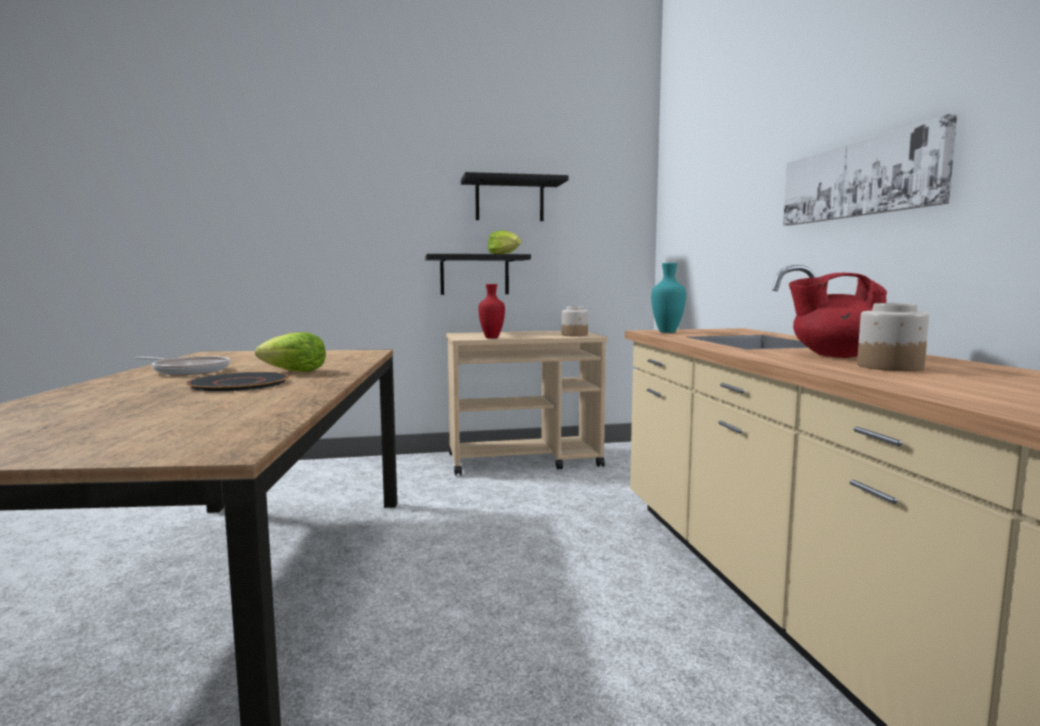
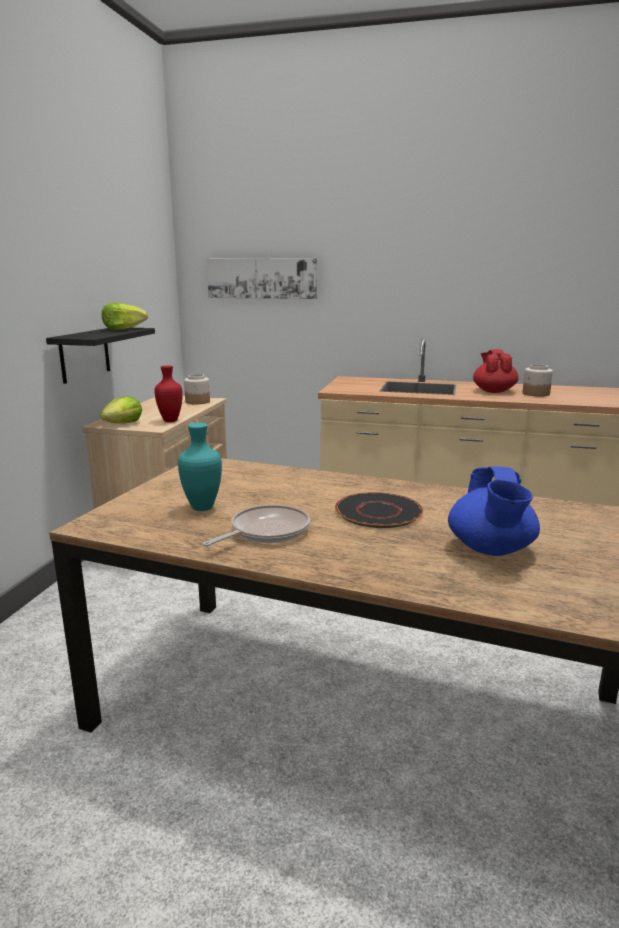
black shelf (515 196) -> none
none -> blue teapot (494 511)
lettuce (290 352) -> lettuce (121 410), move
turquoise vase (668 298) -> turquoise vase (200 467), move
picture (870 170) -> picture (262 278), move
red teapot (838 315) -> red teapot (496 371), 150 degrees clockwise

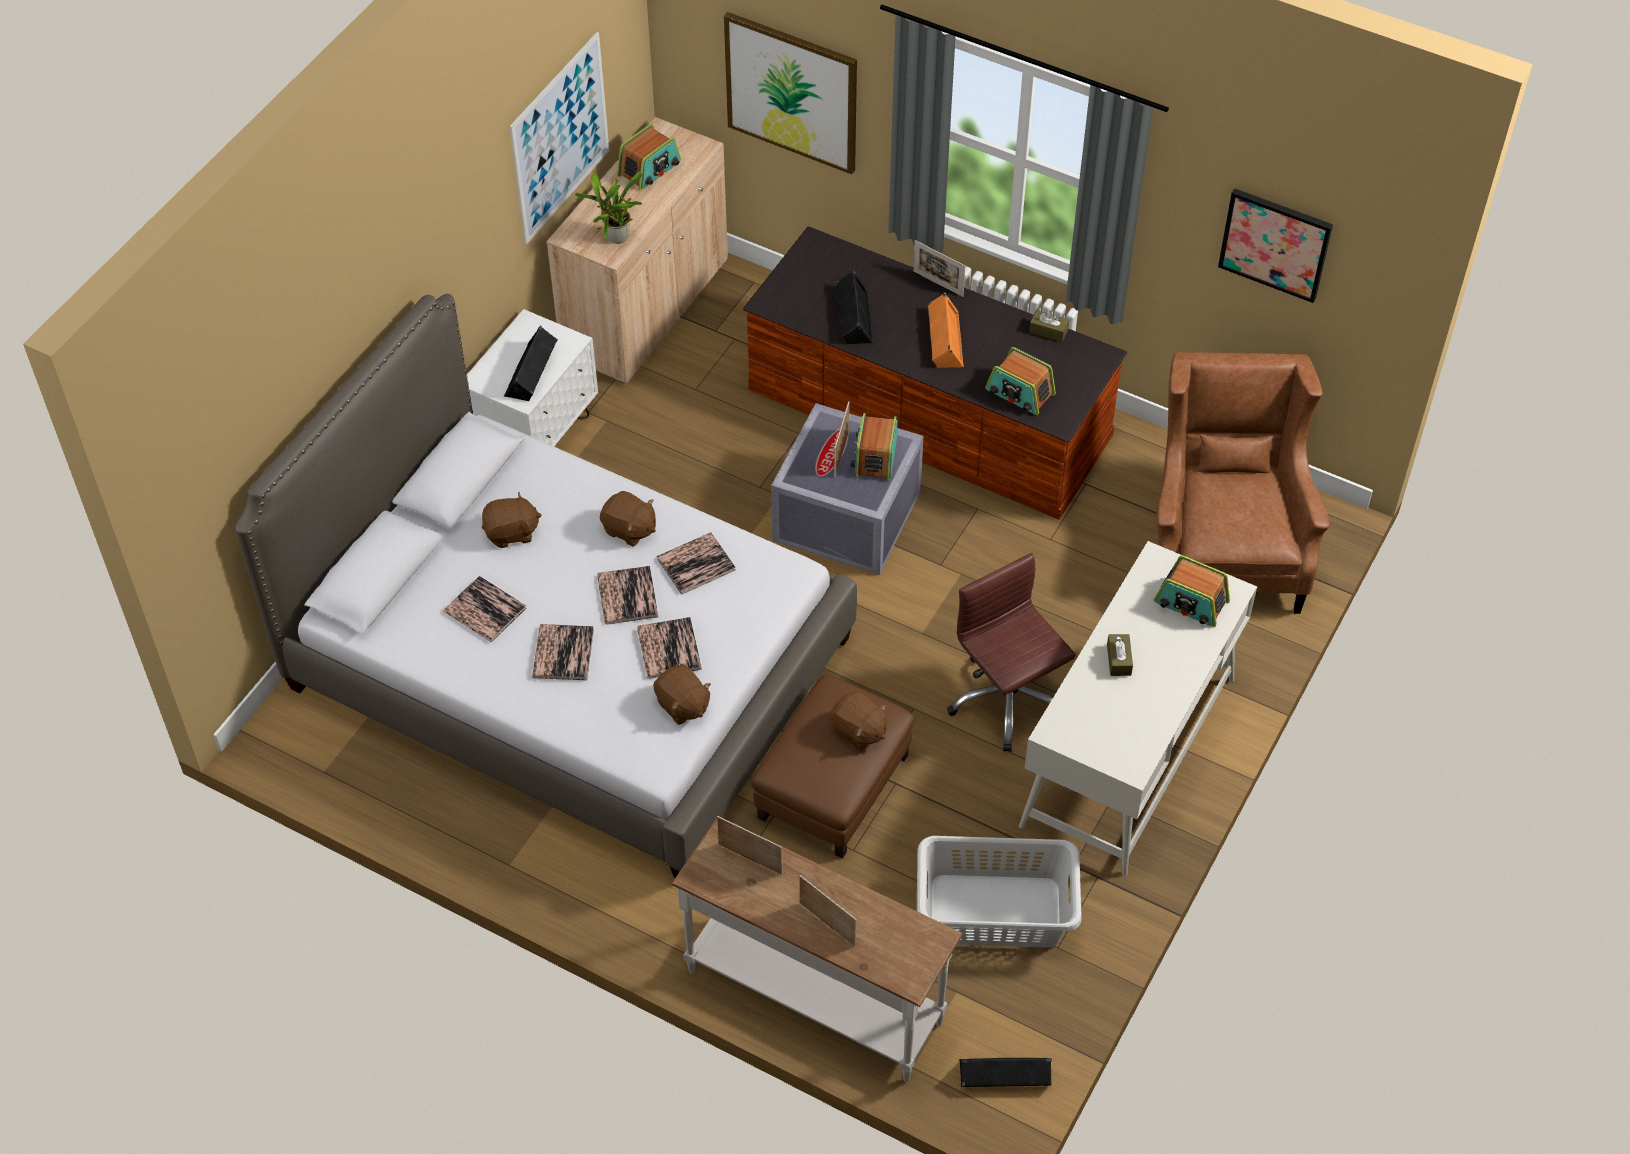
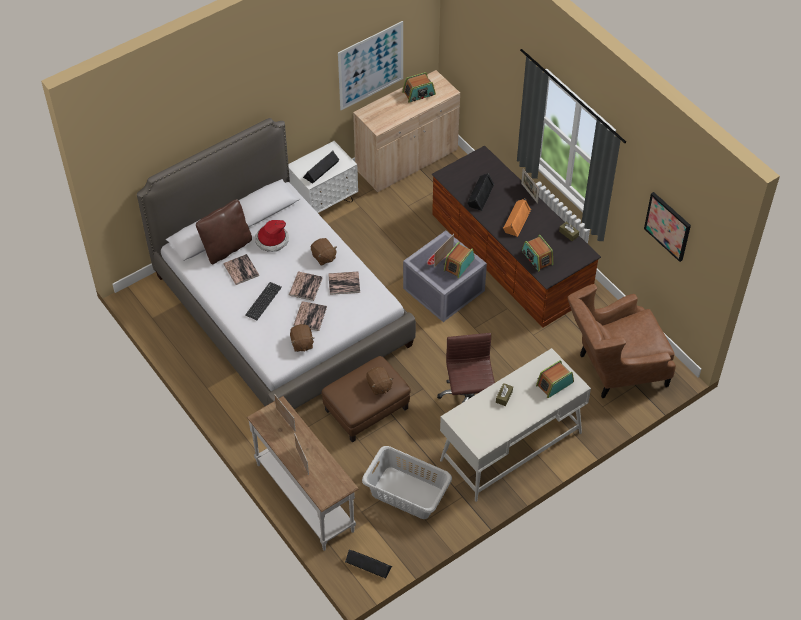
potted plant (609 207) -> none
picture (790 93) -> none
none -> brown pillow (224 232)
brown plush toy (511 519) -> hat (272 236)
book (563 652) -> keyboard (263 301)
radio (1192 591) -> radio (555 379), 90 degrees clockwise
brown armchair (1243 483) -> brown armchair (622 341), 135 degrees counterclockwise

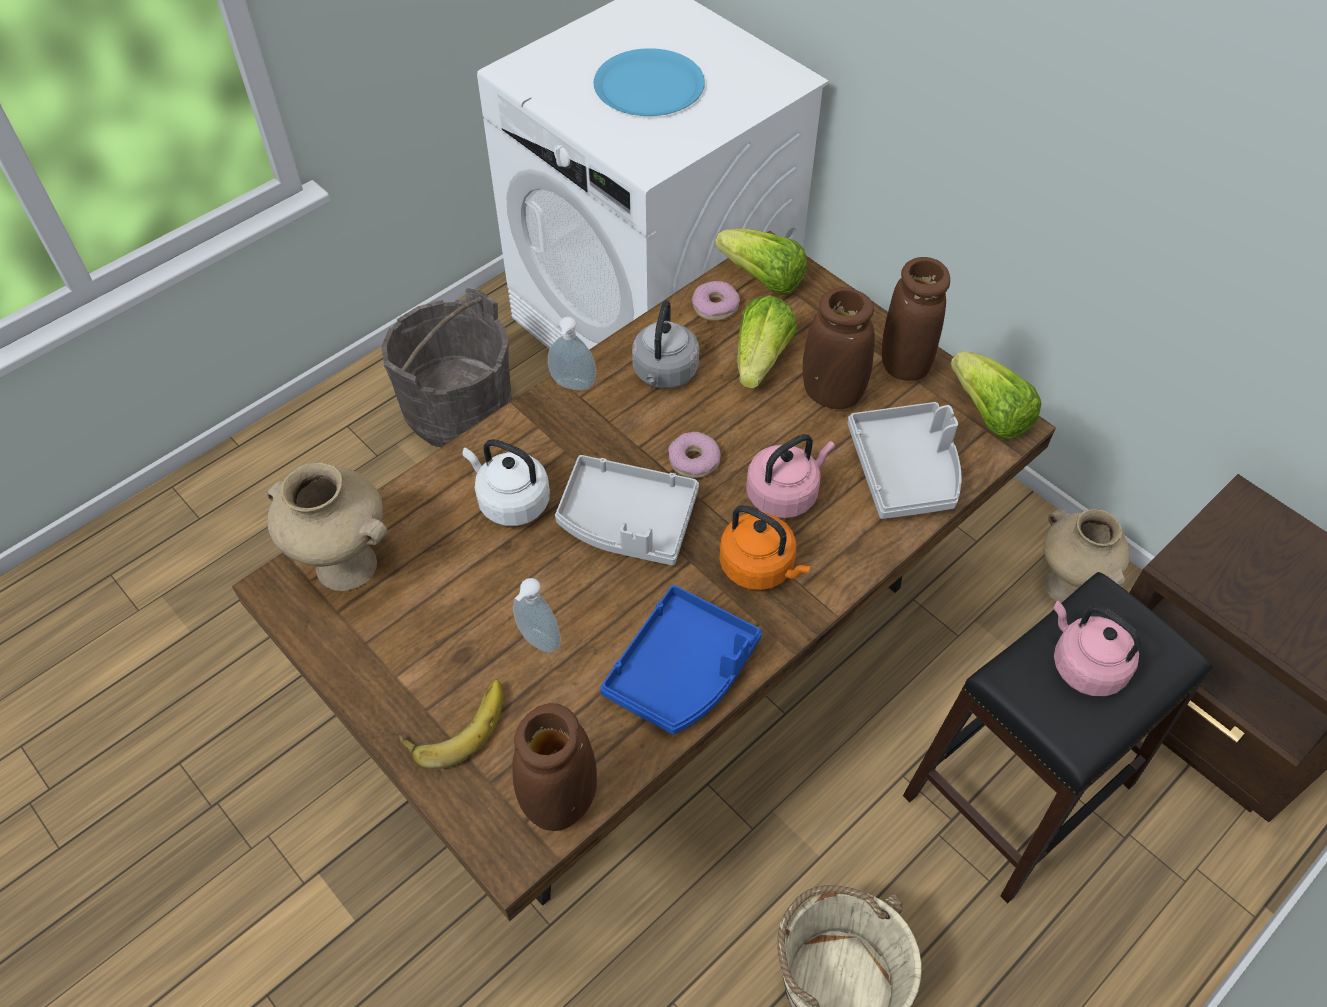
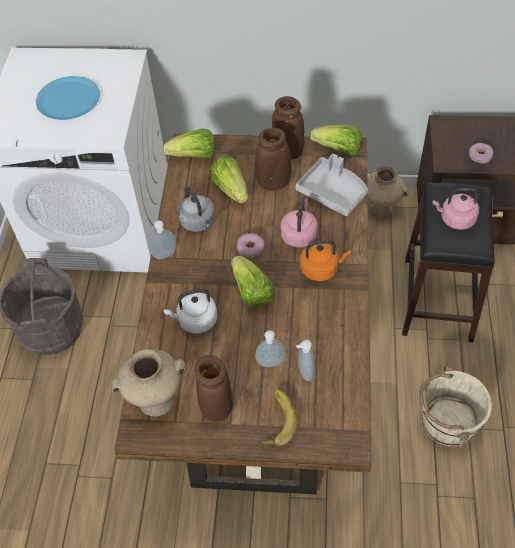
blue tray (681 660) -> none
none -> soap dispenser (305 360)
brown vase (554 767) -> brown vase (214 388), move
donut (716 301) -> donut (481 153), move
grey tray (627 510) -> lettuce (253 281)

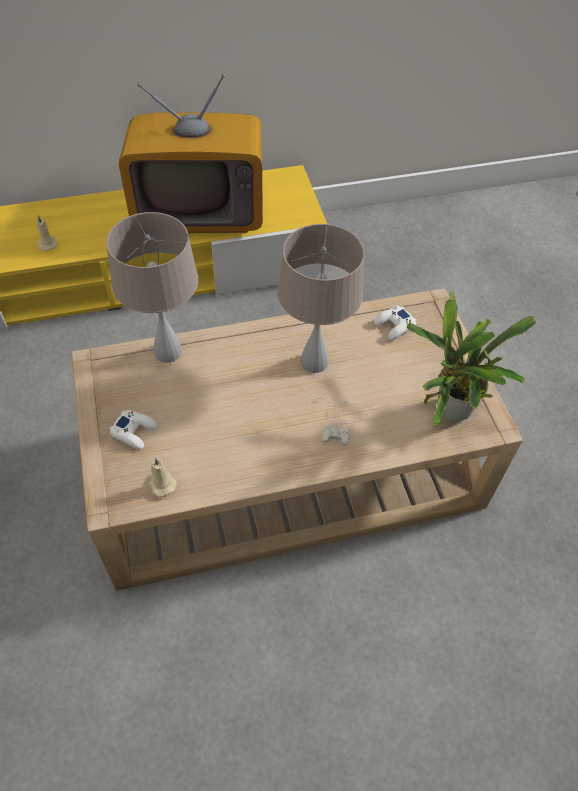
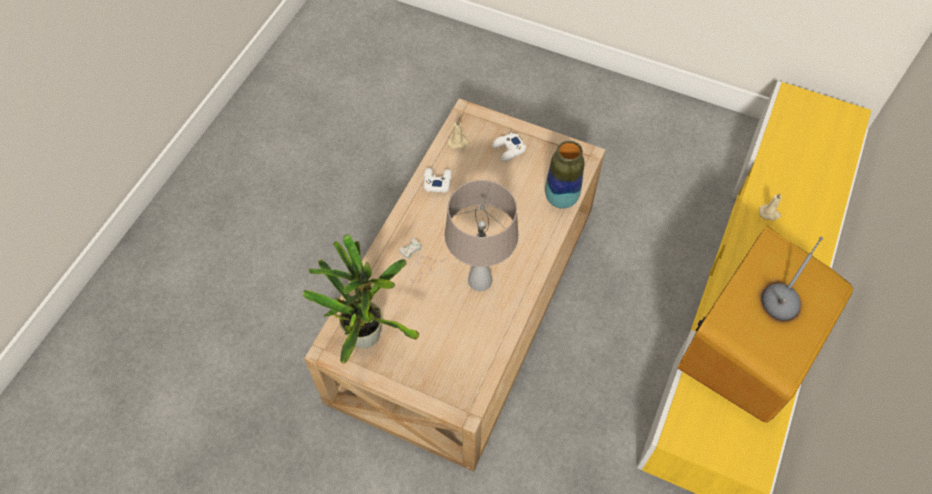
white game controller (395 322) -> white game controller (438 180), move
beige table lamp (152 287) -> vase (564 174)

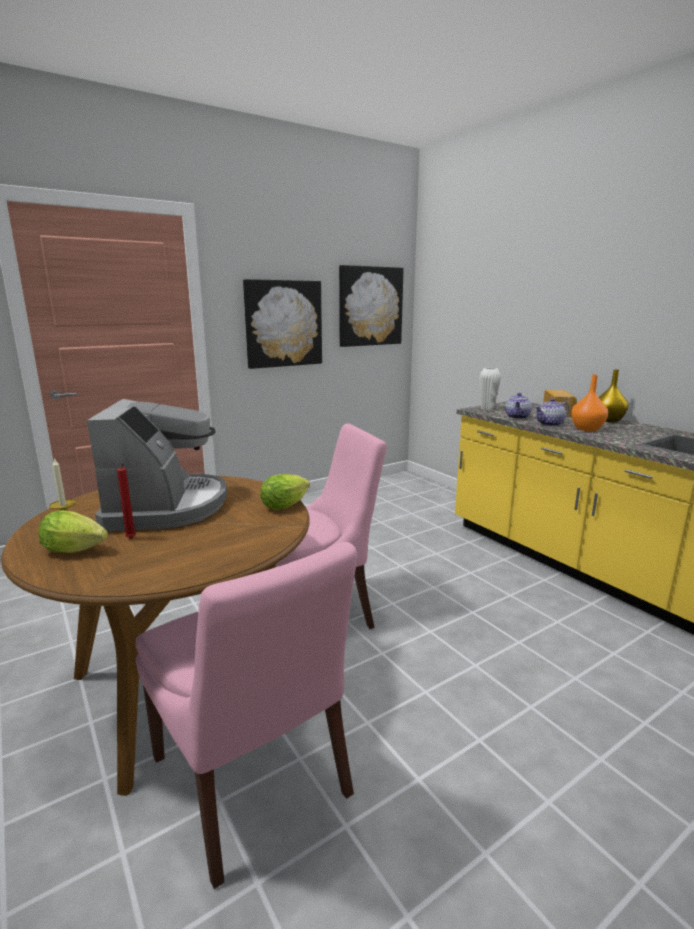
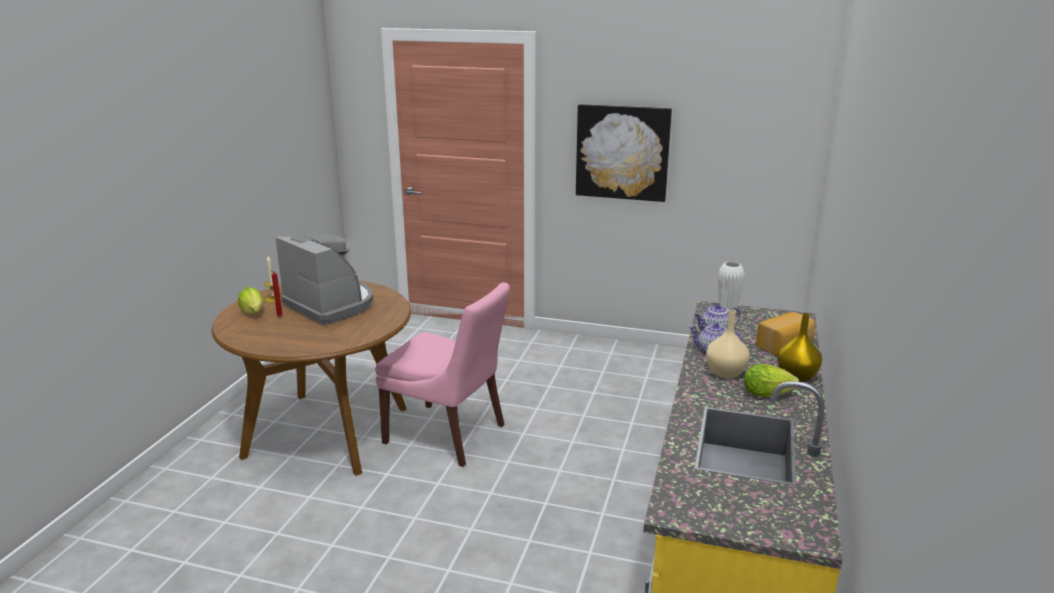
pink chair (246 715) -> none
picture (371 306) -> none
lettuce (285 492) -> lettuce (771 380), move
orange vase (589 403) -> beige vase (728 344)
coffee machine (157 465) -> coffee machine (324 280), 90 degrees counterclockwise

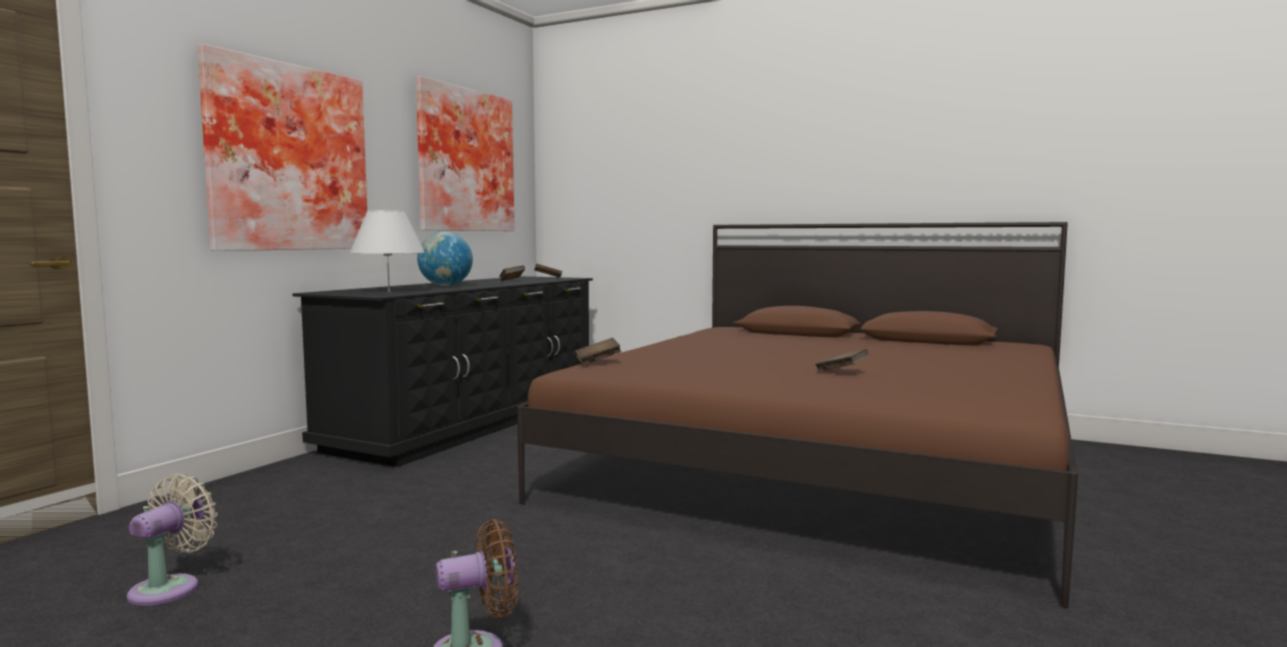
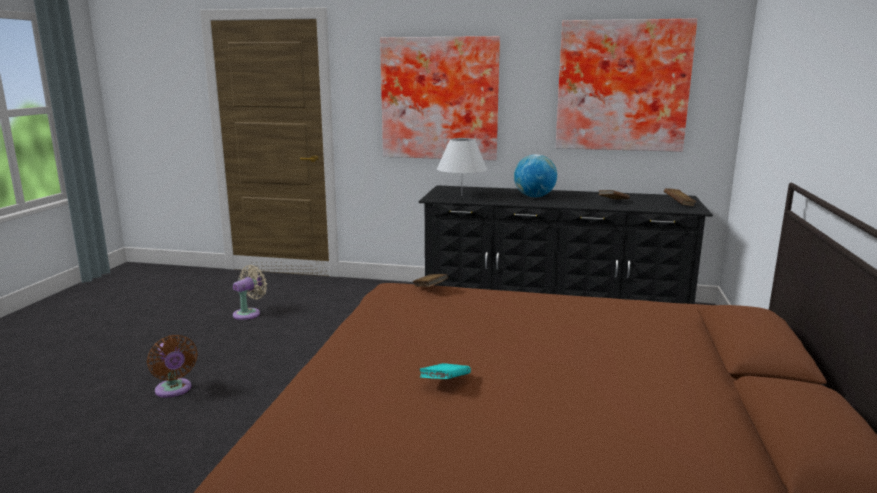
brown book (841 360) -> turquoise book (445 371)
beige fan (172 540) -> beige fan (250 292), 60 degrees counterclockwise

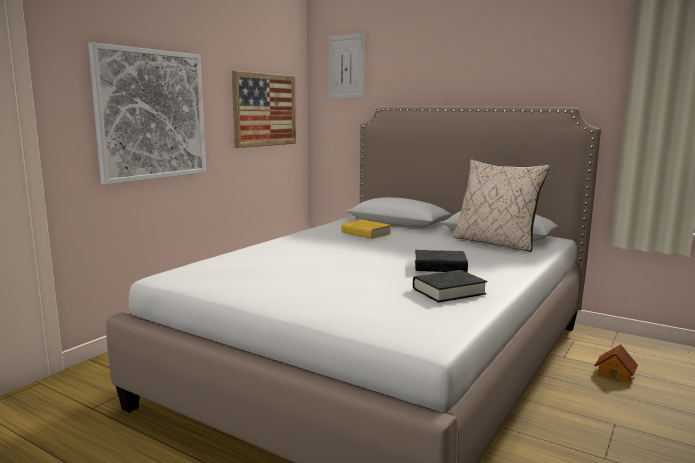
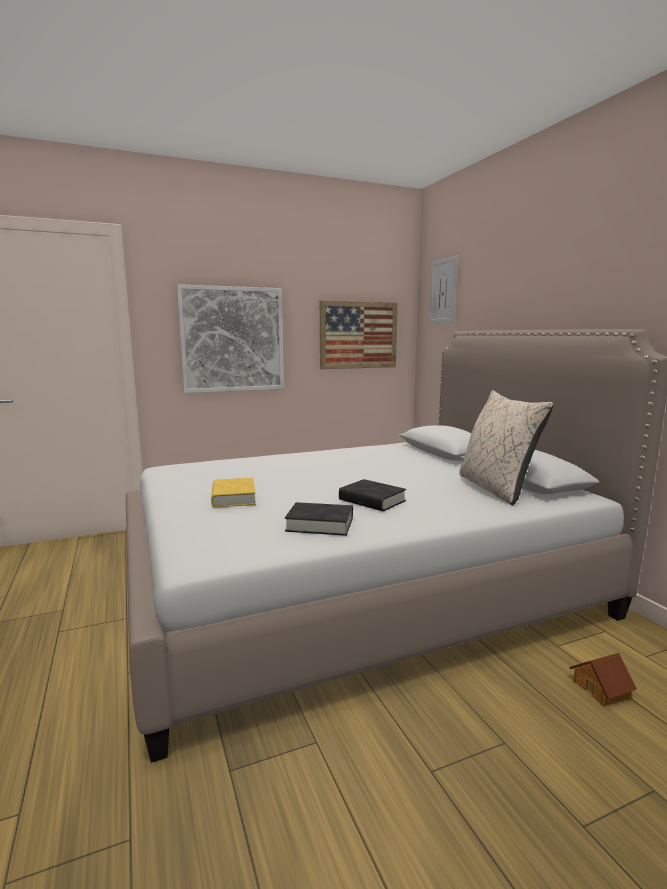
yellow book (366 229) -> yellow book (233 493), move

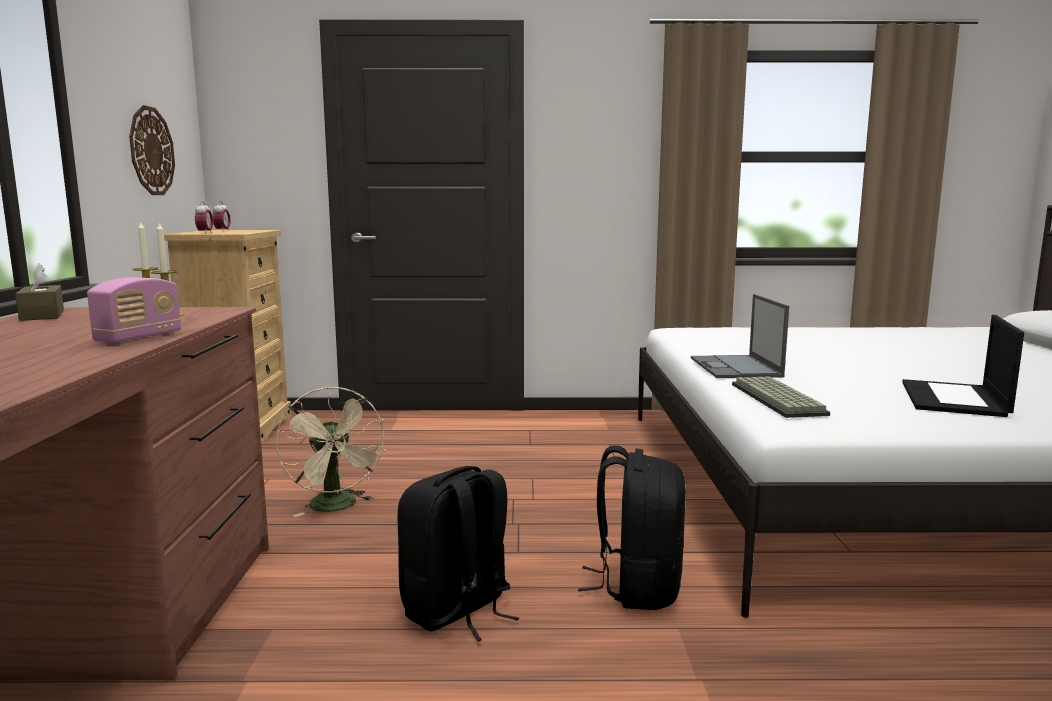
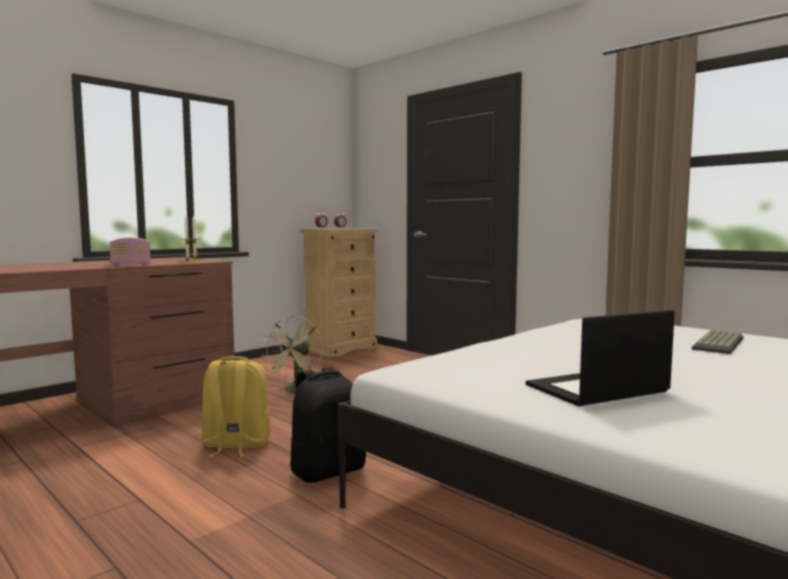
brown tissue box (39 292) -> none
wall clock (152 150) -> none
laptop (740 336) -> none
keyboard (781 397) -> keyboard (718 341), move
black backpack (458 553) -> yellow backpack (236 406)

